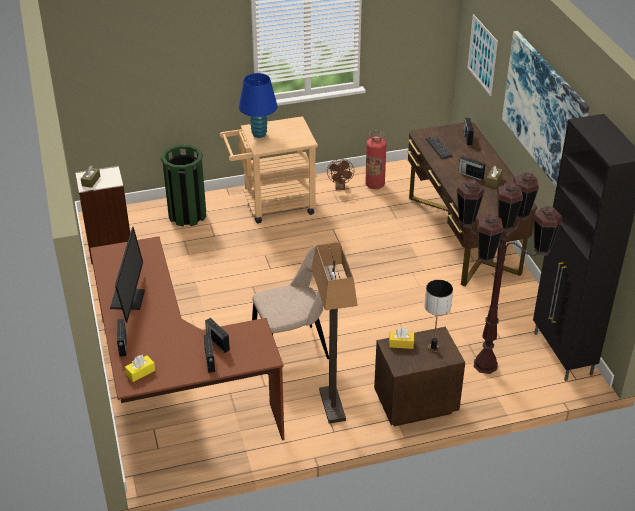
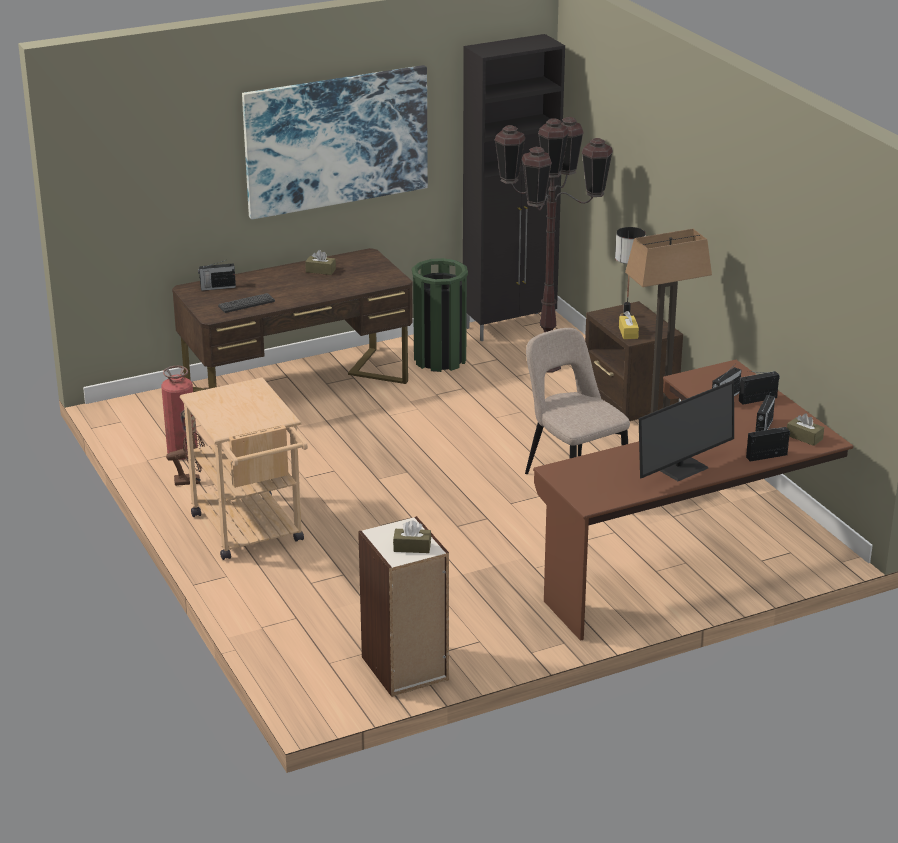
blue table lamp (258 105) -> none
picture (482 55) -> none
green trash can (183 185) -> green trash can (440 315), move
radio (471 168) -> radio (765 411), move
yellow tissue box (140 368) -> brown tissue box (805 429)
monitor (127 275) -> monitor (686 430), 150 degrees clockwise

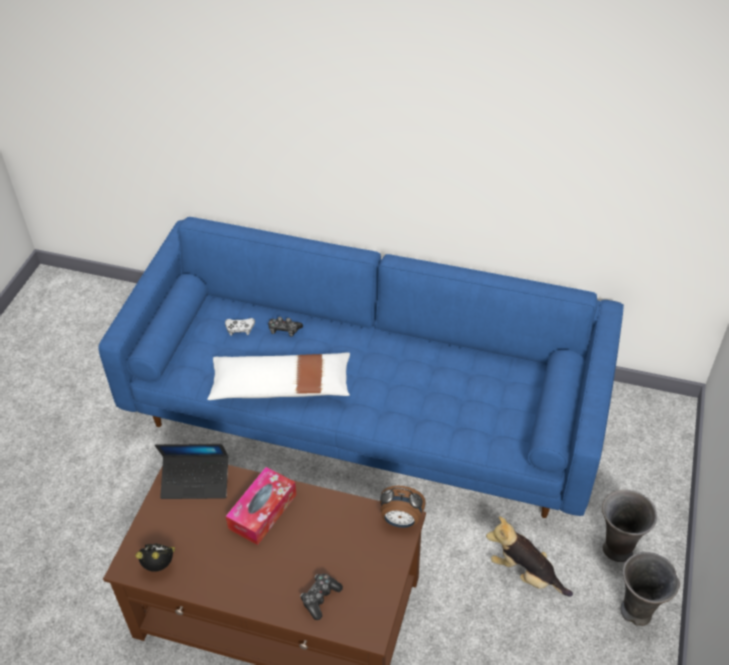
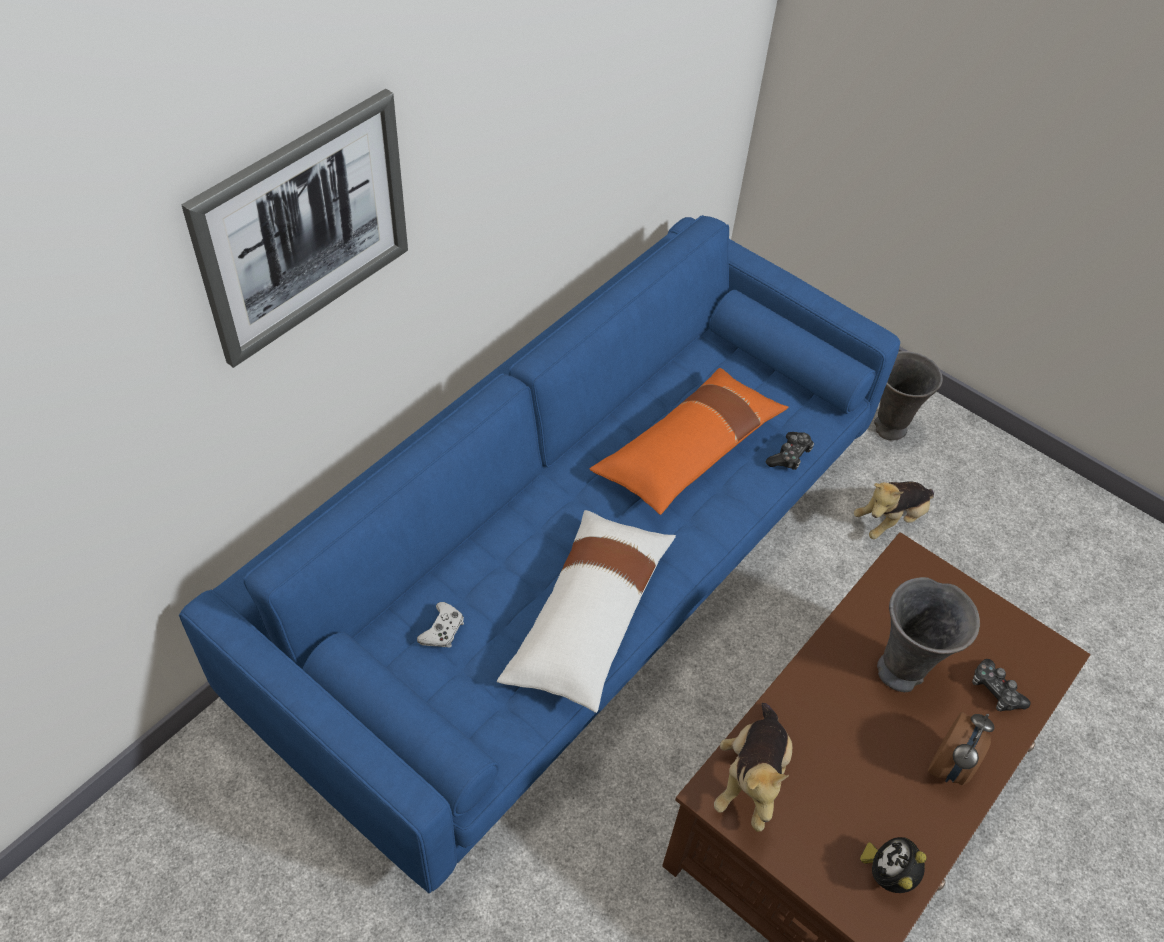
tissue box (261 506) -> none
none -> picture (294 228)
none -> orange pillow (689 441)
game controller (285 327) -> game controller (790 451), move
alarm clock (403 507) -> alarm clock (961 748), move
grey vase (650 589) -> grey vase (928 634), move
laptop (191 471) -> plush toy (753 767)

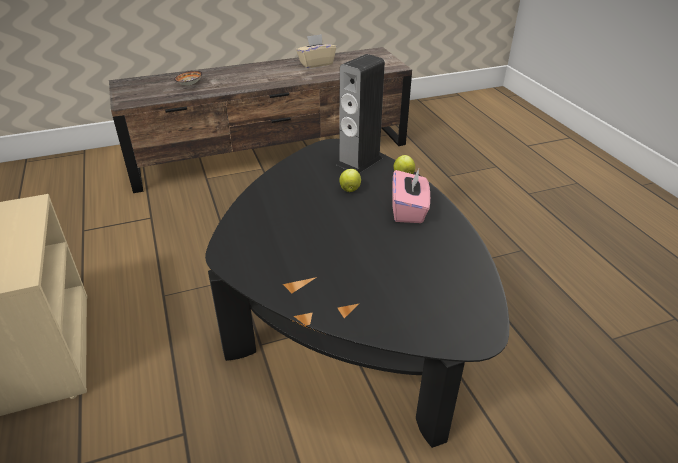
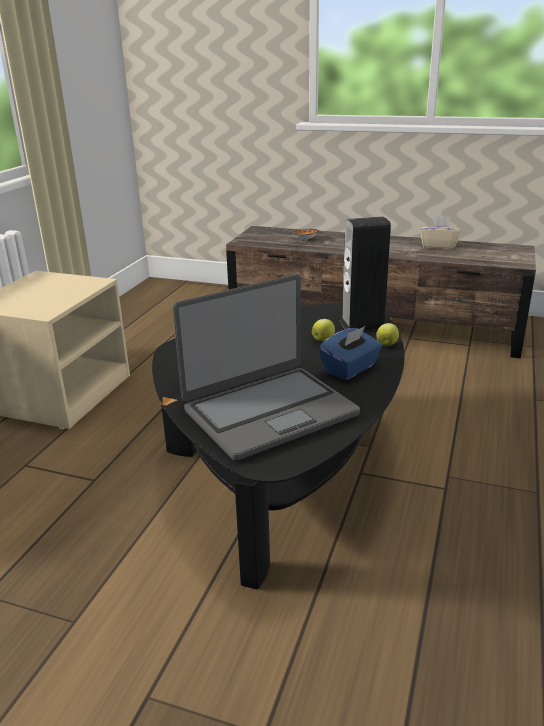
none -> laptop (266 367)
pink tissue box (411 195) -> blue tissue box (350 353)

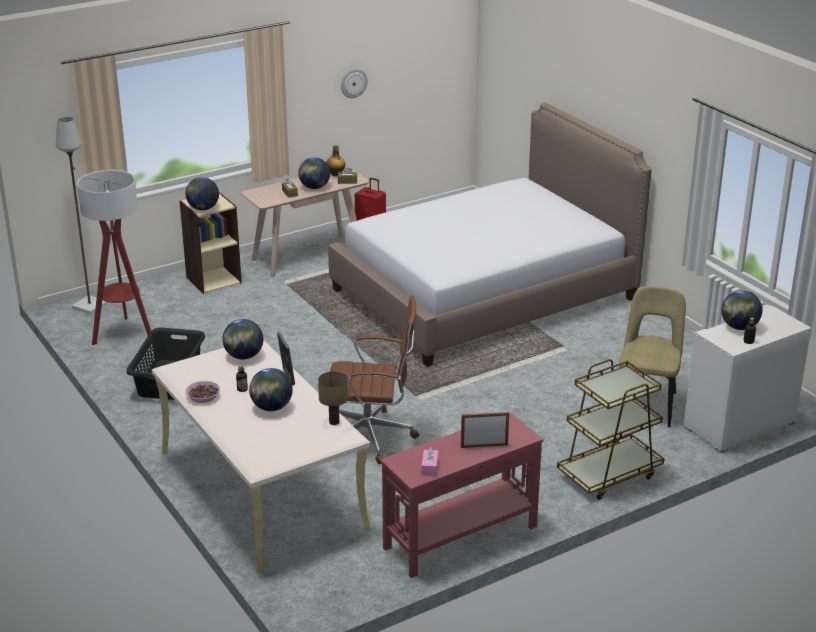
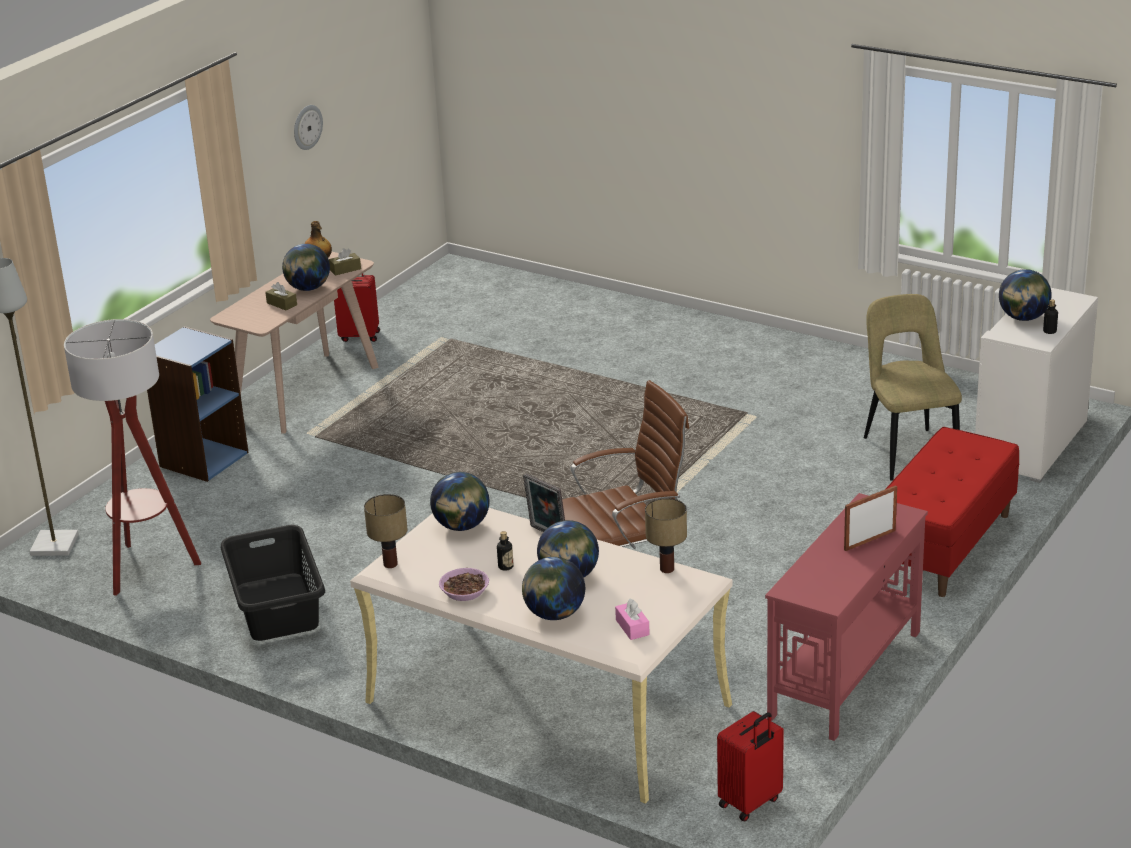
bed (490 235) -> none
none -> table lamp (386 531)
none -> red suitcase (750 766)
globe (202 193) -> globe (553 588), move
pink tissue box (429 461) -> pink tissue box (632 619), move
brown cart (611 429) -> red bench (952 512)
beige bookcase (210 243) -> blue bookcase (198 404)

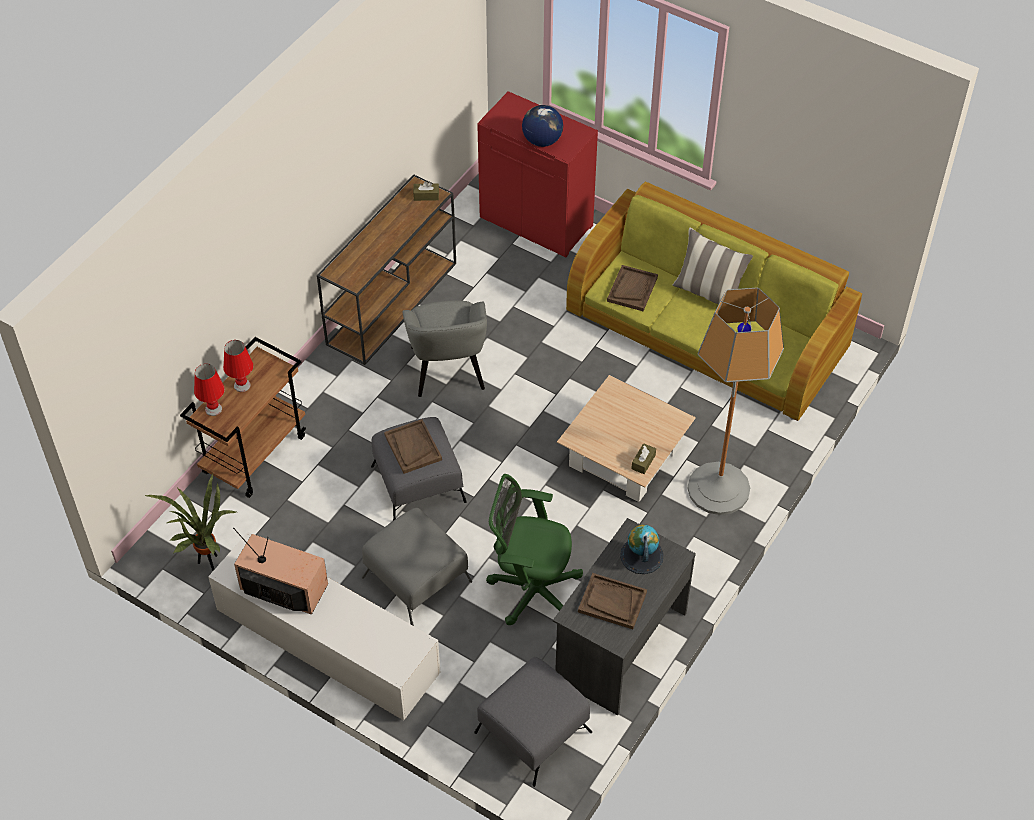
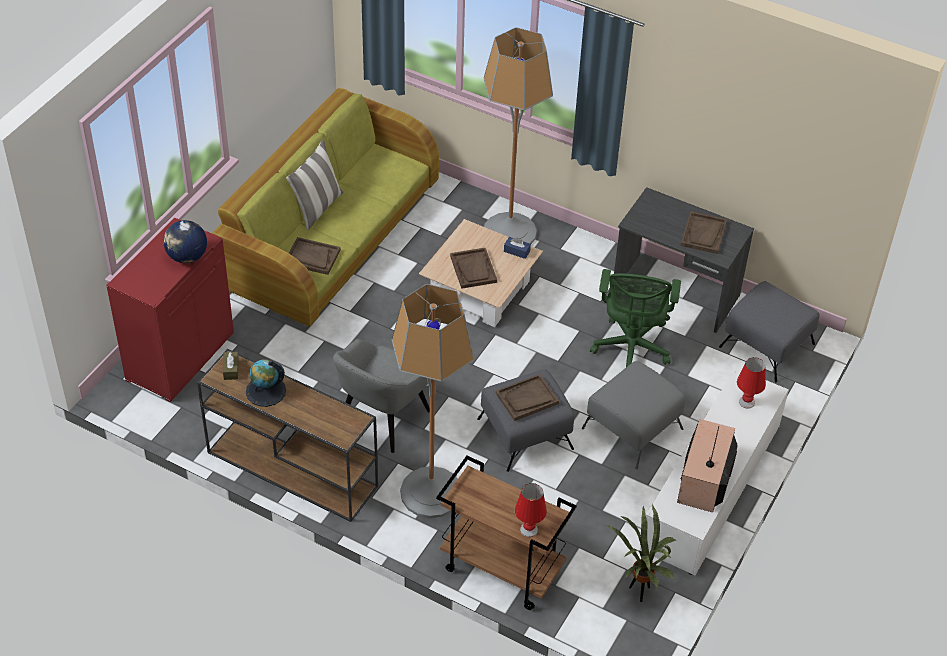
none -> floor lamp (433 401)
none -> brown tray (473 268)
red table lamp (238 366) -> red table lamp (751 383), move
globe (641 549) -> globe (266 383), move
brown tissue box (643 458) -> blue tissue box (517 248)
grey armchair (444 349) -> grey armchair (381 396), 135 degrees clockwise

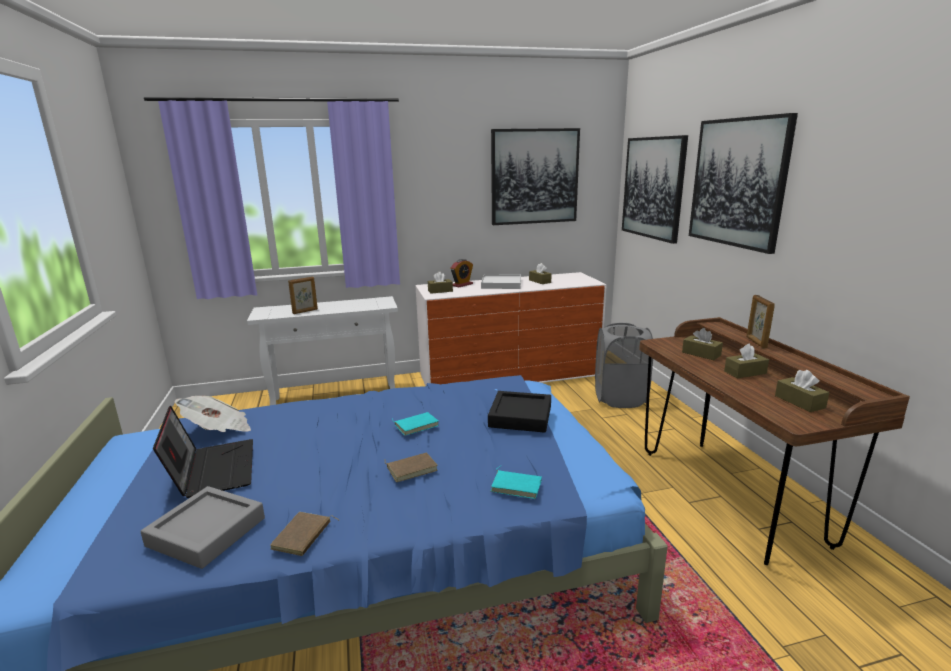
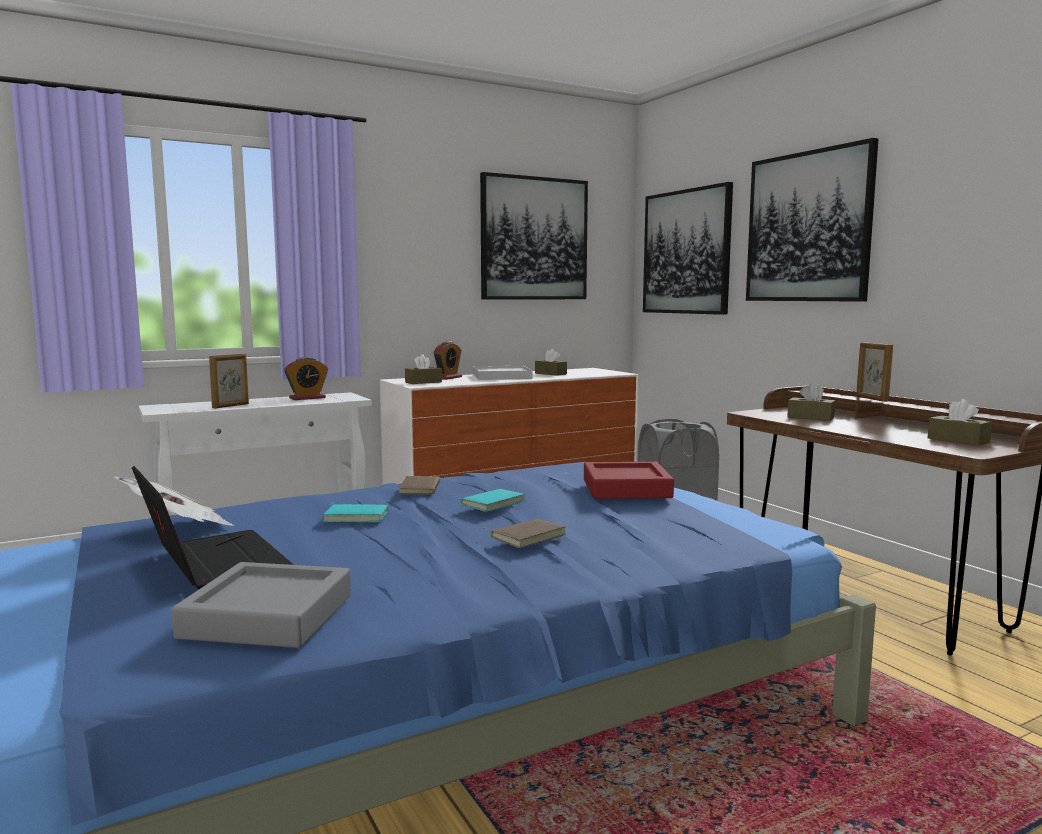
brown tissue box (746 361) -> none
none -> alarm clock (306 378)
brown book (305 534) -> brown book (424 485), move
turquoise book (516 482) -> turquoise book (355 512), move
black tray (519 412) -> red tray (629 480)

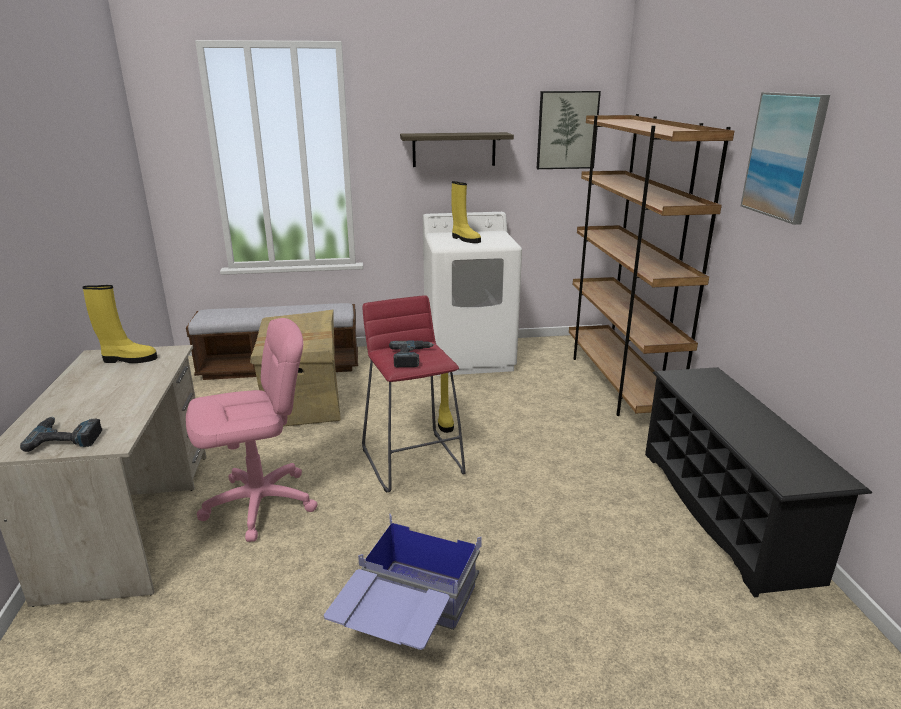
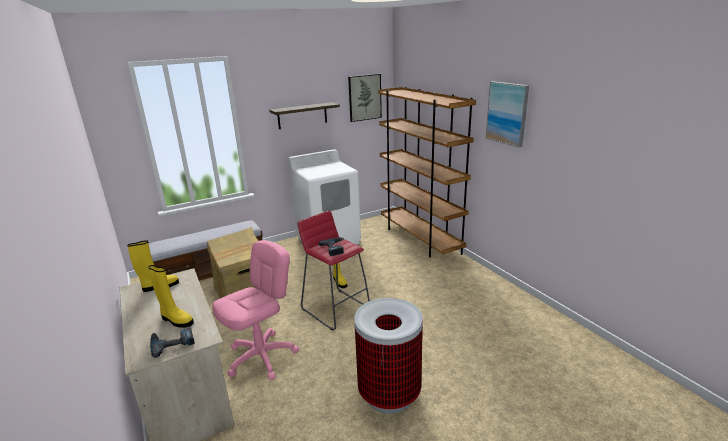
black shoe rack (758 482) -> none
yellow boot (466 212) -> yellow boot (171 296), move
blue storage box (403 582) -> trash can (388 356)

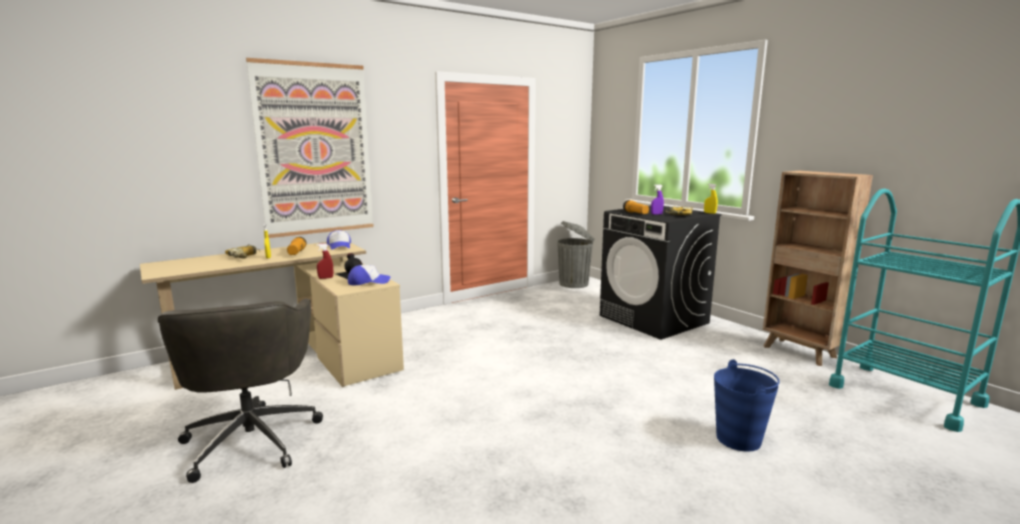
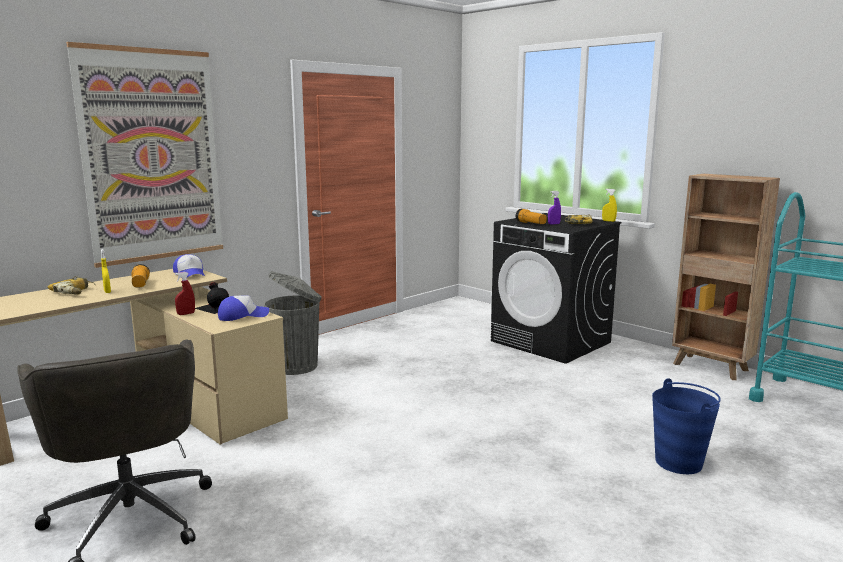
grey trash can (576 254) -> grey trash can (293 323), move

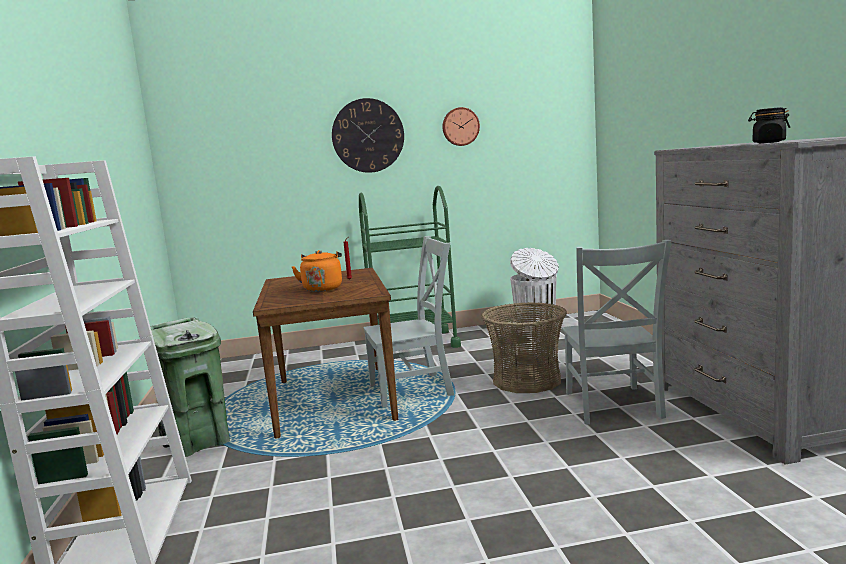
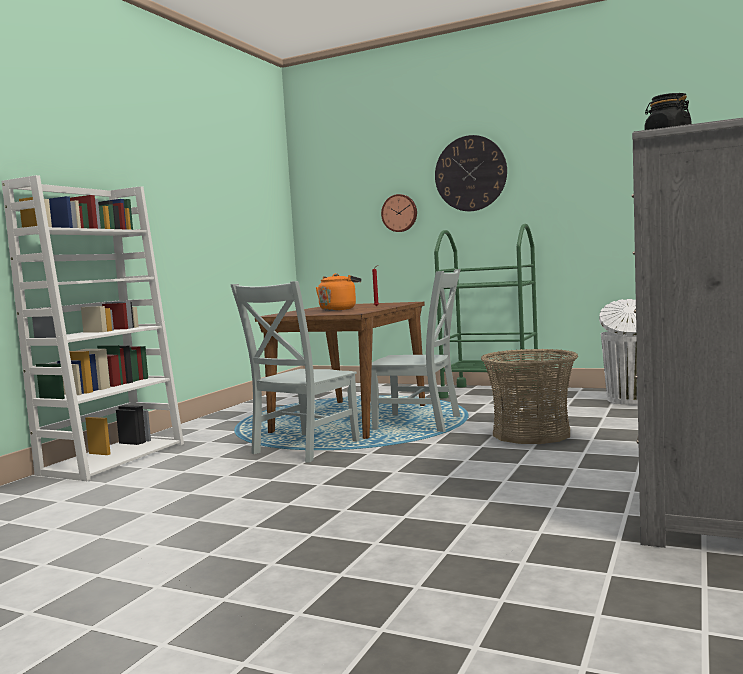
green trash can (190 387) -> none
wall clock (461 126) -> wall clock (399 213), move
grey chair (617 332) -> grey chair (295 371), move

